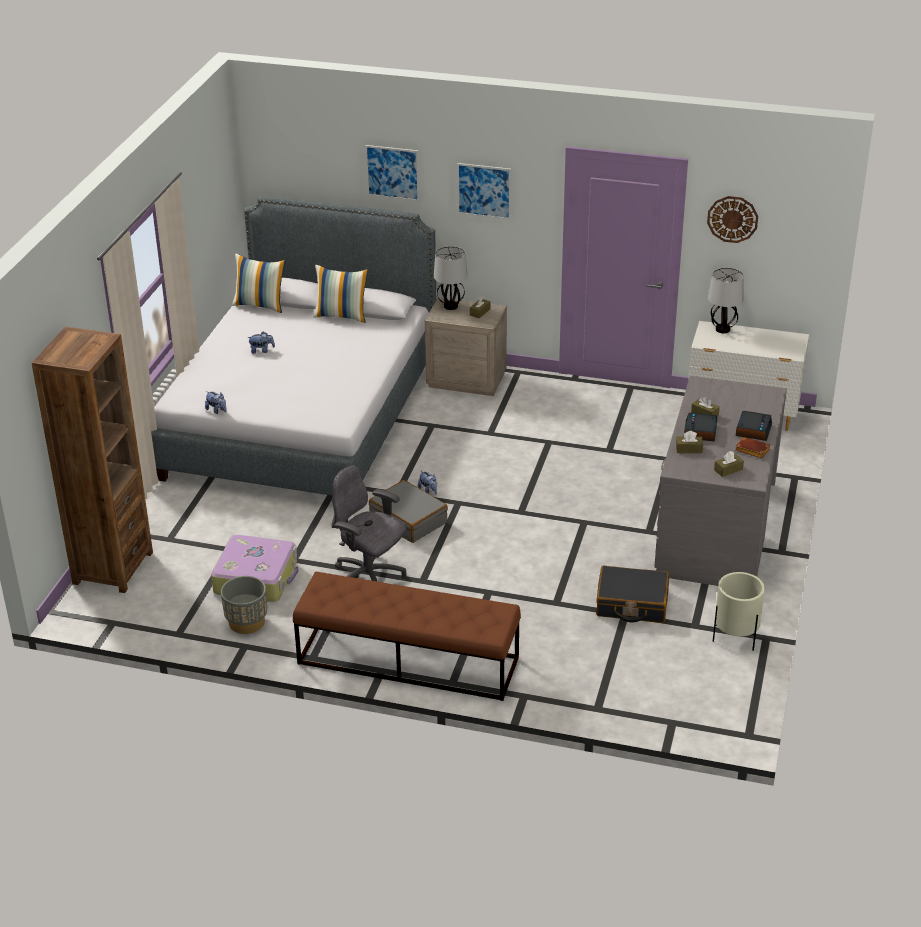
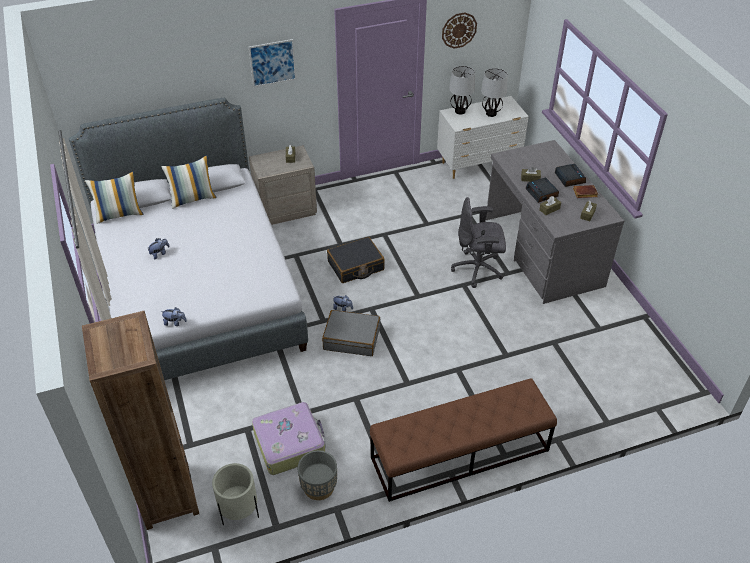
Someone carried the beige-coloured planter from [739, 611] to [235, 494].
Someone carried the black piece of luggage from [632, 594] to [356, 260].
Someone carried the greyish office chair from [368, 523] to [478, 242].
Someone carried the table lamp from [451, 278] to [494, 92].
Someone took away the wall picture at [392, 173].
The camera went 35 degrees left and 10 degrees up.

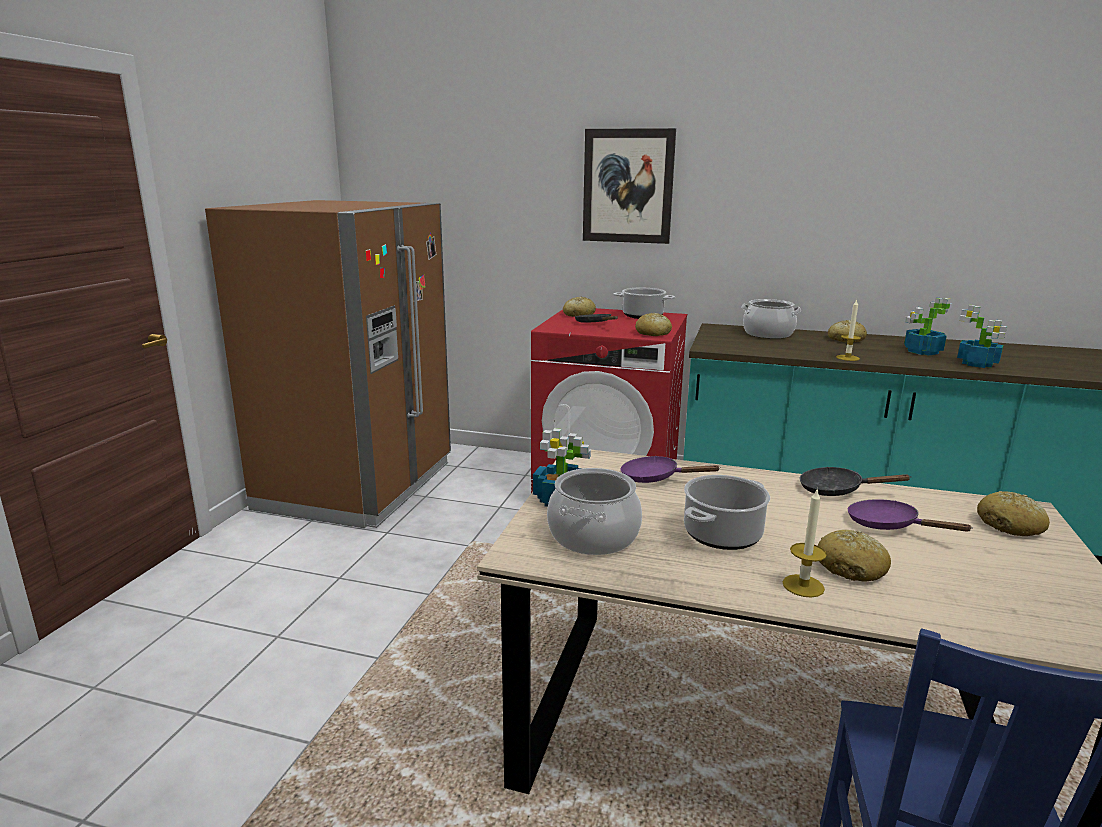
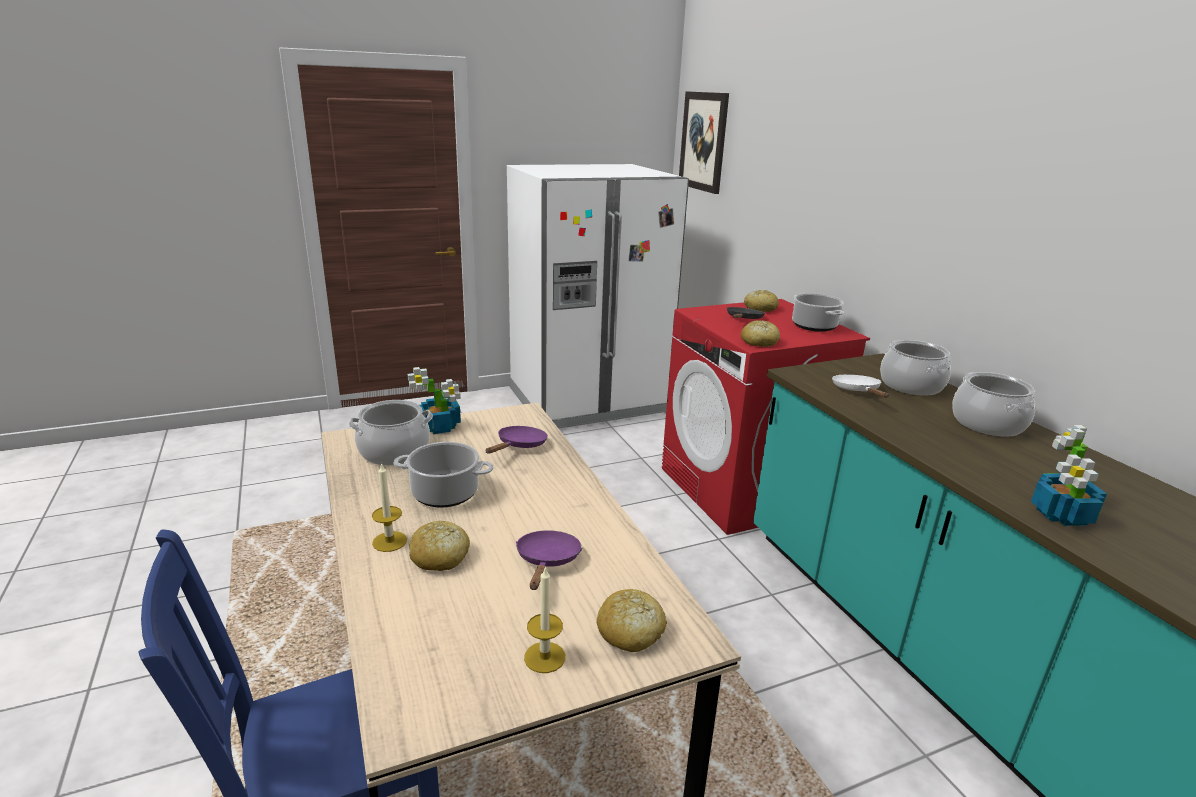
Someone rotated the purple-coloured frying pan at [671, 469] by 45 degrees clockwise.
Someone repainted the brownish refrigerator at [328, 364], which became the whitish refrigerator at [598, 296].
Someone carried the wax light from [848, 330] to [544, 620].
Someone carried the wall picture from [629, 186] to [704, 142].
Someone put down the whitish frying pan at [860, 386].
Someone swapped the bread at [847, 331] for the saucepot at [994, 404].
Someone took away the black frying pan at [855, 481].
Someone took away the potted plant at [928, 327].
The camera went 50 degrees right and 5 degrees up.

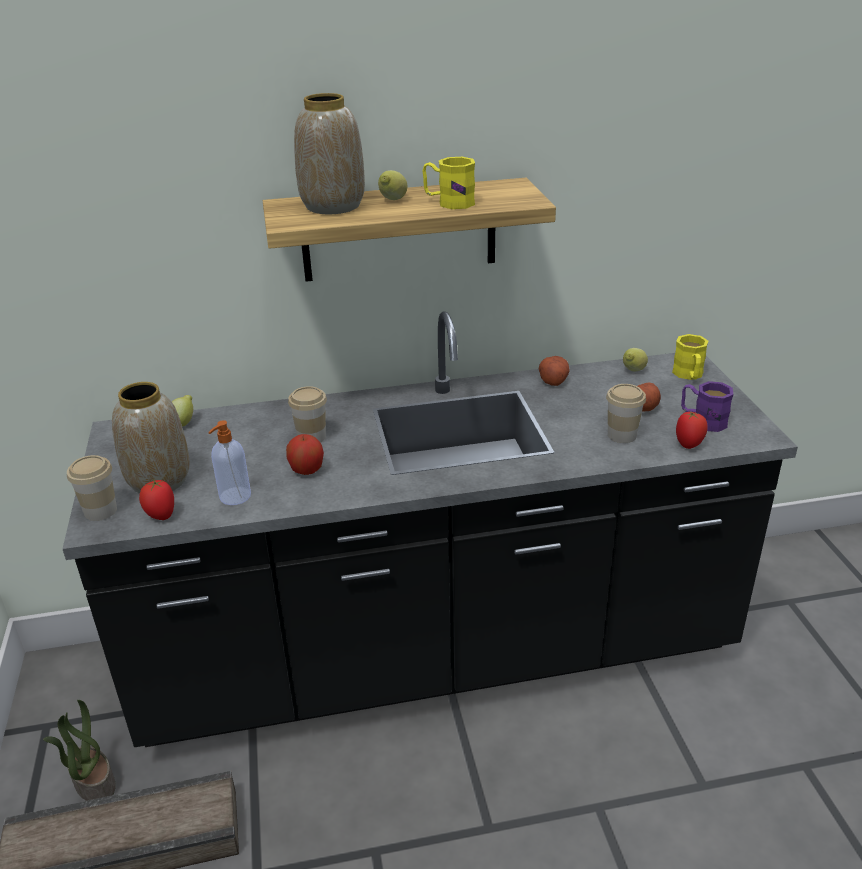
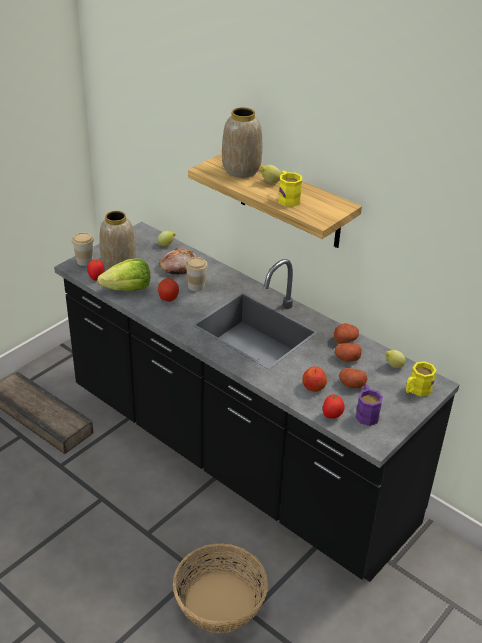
Someone swapped the liquid soap bottle at [229, 462] for the lettuce head at [123, 274].
Someone put down the bread at [178, 261].
Someone put down the storage basket at [220, 588].
Someone swapped the small cup at [626, 413] for the whole apple at [314, 379].
Someone put down the whole potato at [348, 352].
Someone took away the potted plant at [79, 750].
The camera went 50 degrees right and 5 degrees up.

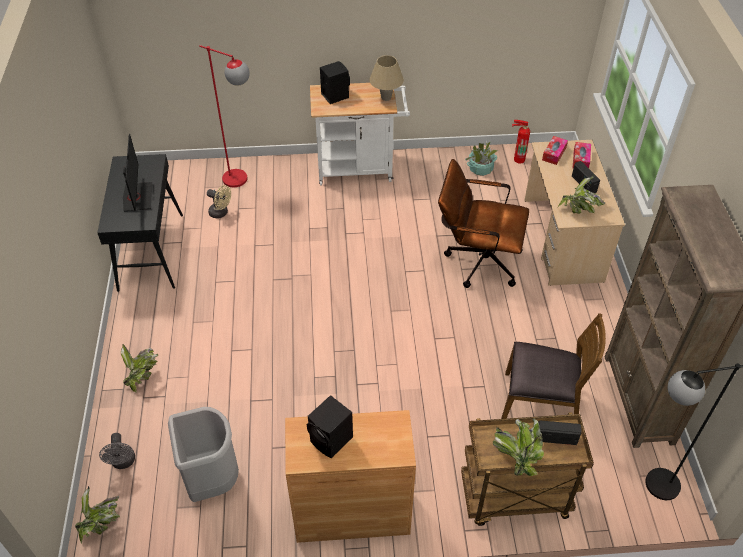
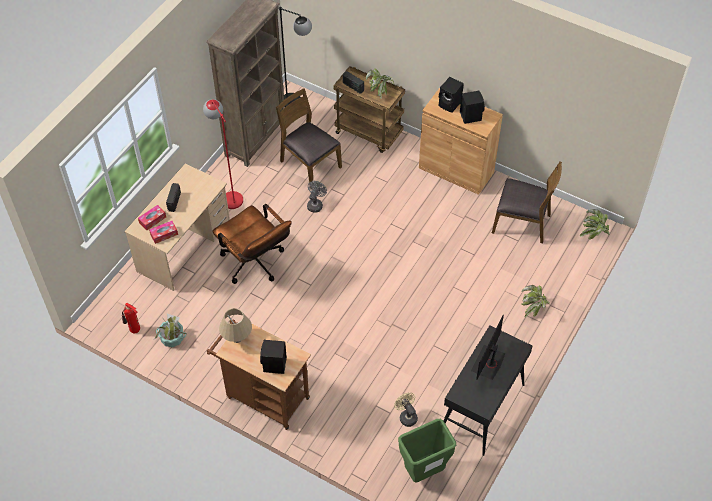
Someone carried the reddish standard lamp from [224, 116] to [223, 154].
Someone repainted the whitish wheeled cart at [360, 134], which became the brownish wheeled cart at [259, 374].
Someone carried the greyish fan from [117, 451] to [317, 197].
Someone put down the green-coloured trash can at [427, 451].
Someone put down the black loudspeaker at [451, 95].
Someone swapped the greyish trash can at [203, 454] for the brownish chair at [527, 202].
Someone took away the potted plant at [581, 194].
The camera went 145 degrees left and 5 degrees up.

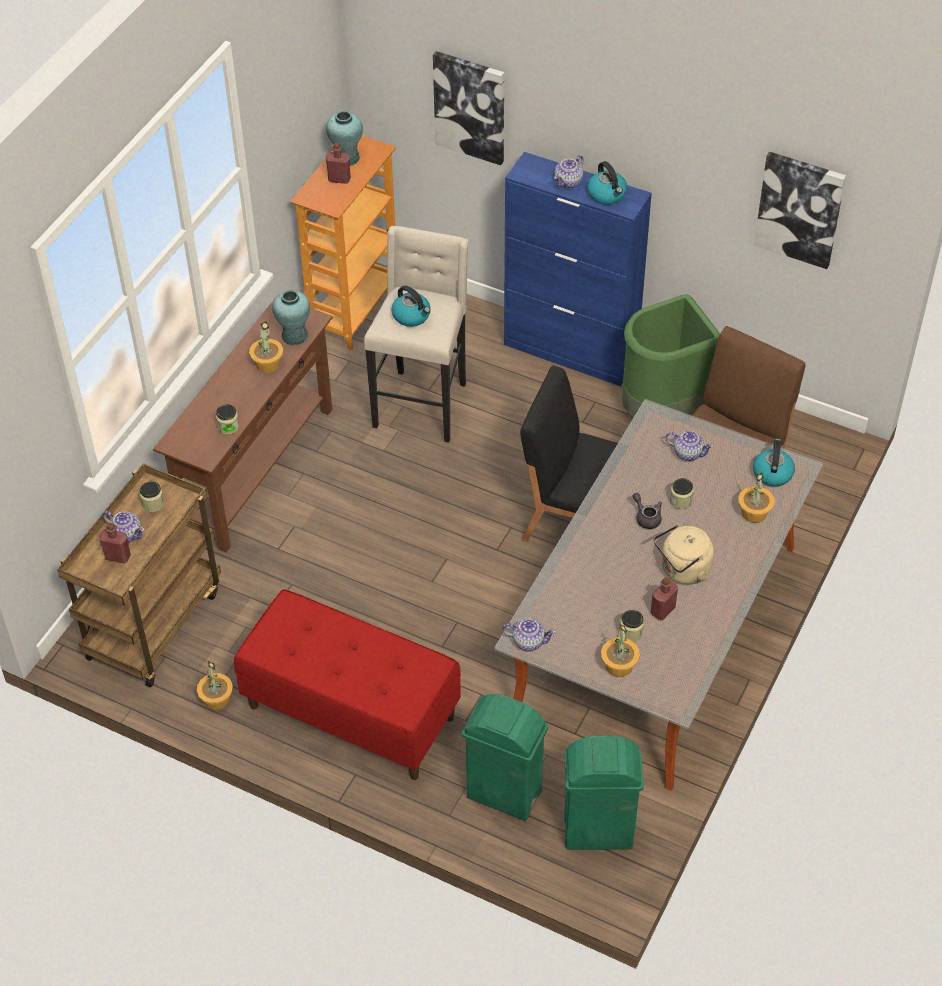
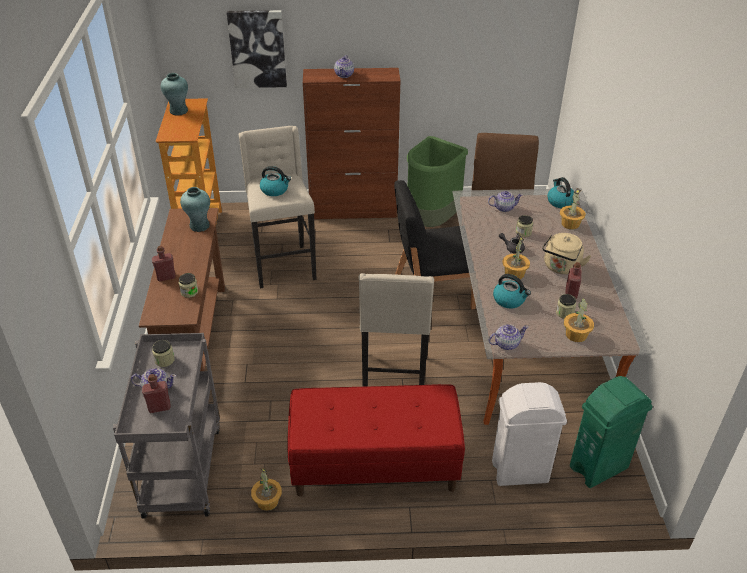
Someone repainted the brownish wheeled cart at [139, 575], which became the greyish wheeled cart at [166, 426].
Someone carried the reddish beverage bottle from [338, 163] to [164, 263].
Someone repainted the blue storage cabinet at [578, 269], which became the brownish storage cabinet at [352, 143].
Someone put down the beige-coloured sitting stool at [396, 330].
Someone repainted the green-coloured trash can at [505, 757], which became the whitish trash can at [529, 434].
Someone carried the tea kettle from [607, 183] to [512, 291].
Someone carried the potted plant from [266, 347] to [516, 257].
Someone took away the wall picture at [800, 210].
The camera went 30 degrees left and 10 degrees down.

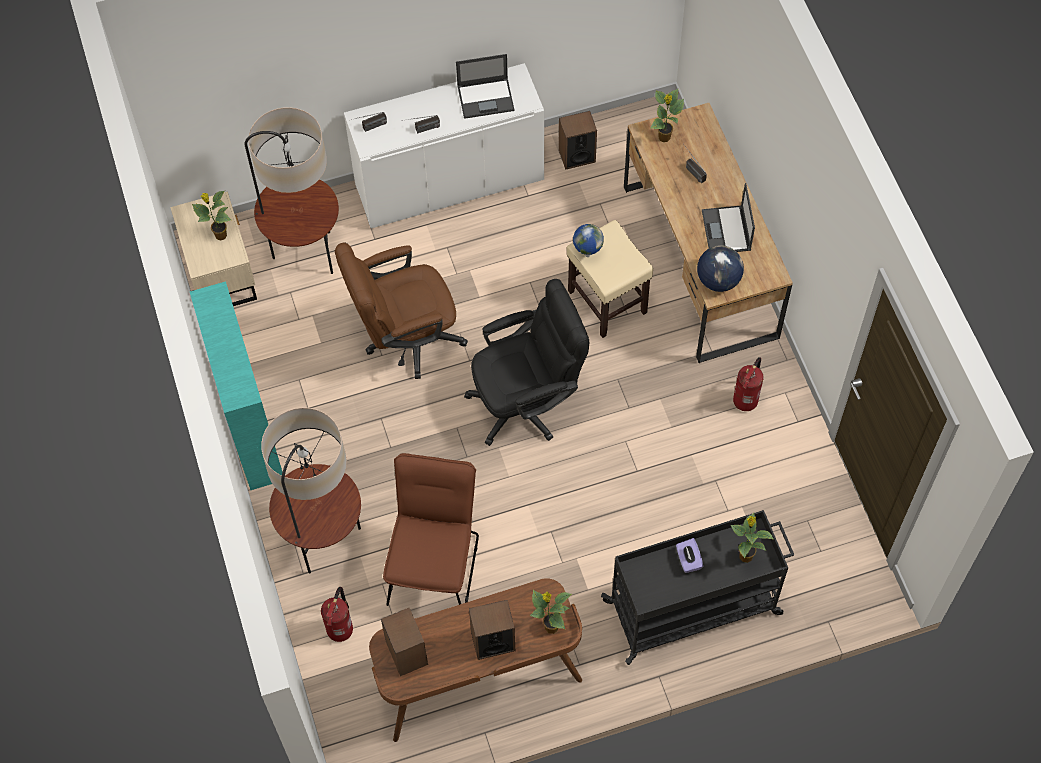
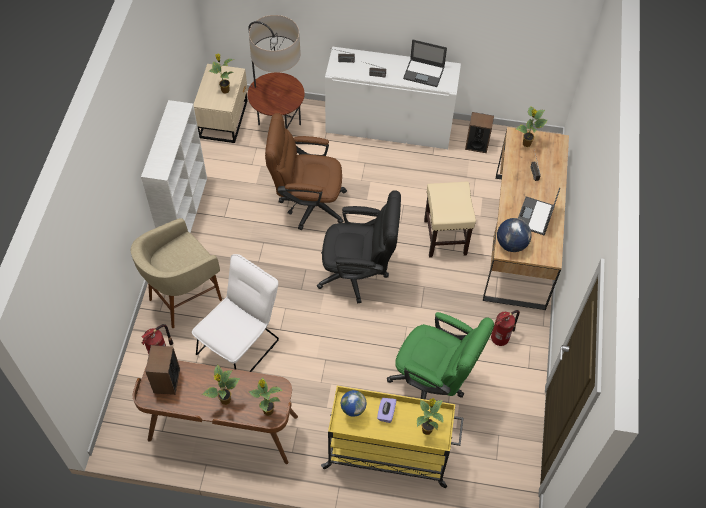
Someone swapped the standard lamp at [311, 490] for the beige-coloured sitting stool at [176, 273].
Someone repainted the blue-green shelving unit at [236, 385], which became the whitish shelving unit at [174, 166].
Someone repainted the brownish chair at [431, 529], which became the whitish chair at [235, 313].
Someone swapped the loudspeaker at [492, 630] for the potted plant at [221, 384].
Someone repainted the black wheeled cart at [697, 587], which became the yellow wheeled cart at [392, 437].
Someone carried the world globe from [588, 240] to [353, 403].
Someone put down the green-coloured office chair at [440, 356].
The camera went 25 degrees right and 5 degrees down.

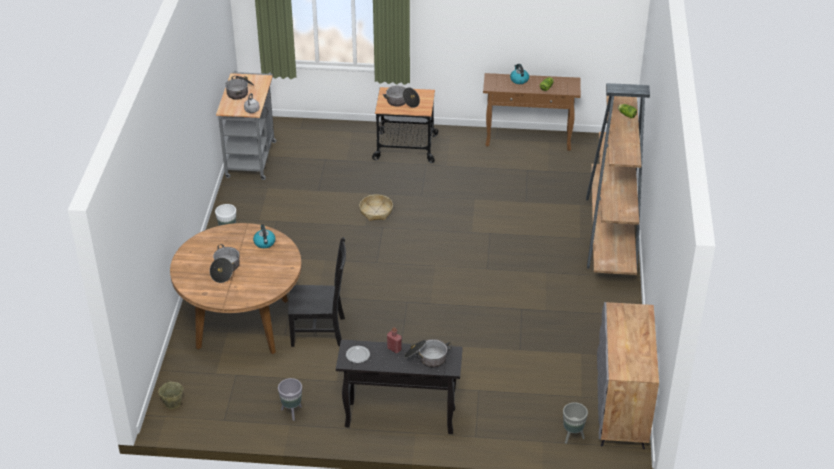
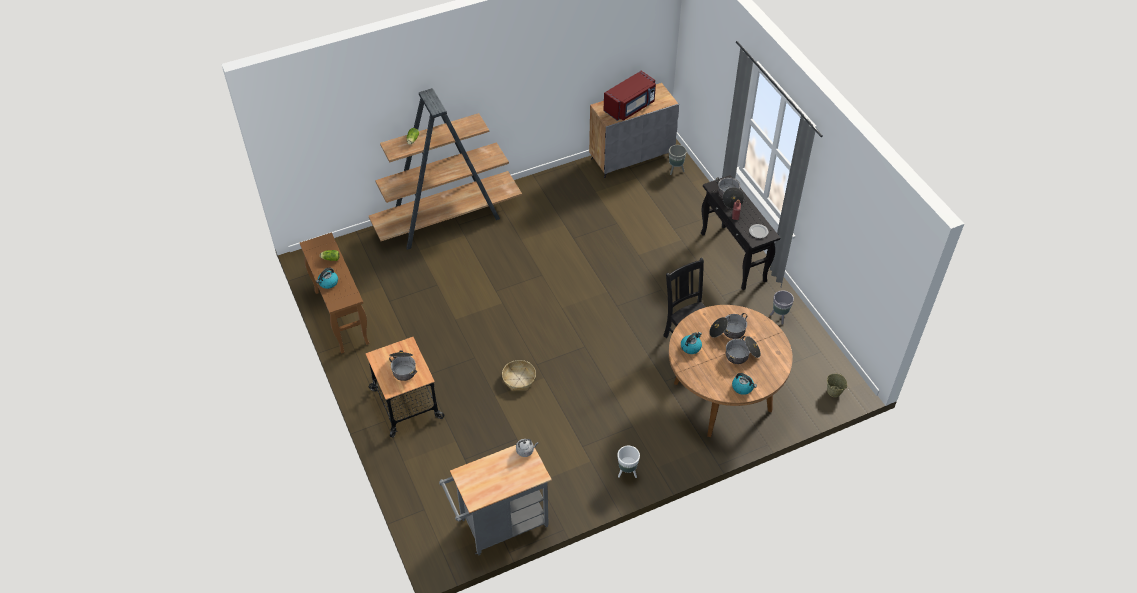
Someone put down the reddish kitchen microwave at [630, 96].
Someone carried the saucepot from [239, 88] to [728, 326].
Someone put down the tea kettle at [744, 384].
The camera went 120 degrees left and 10 degrees up.

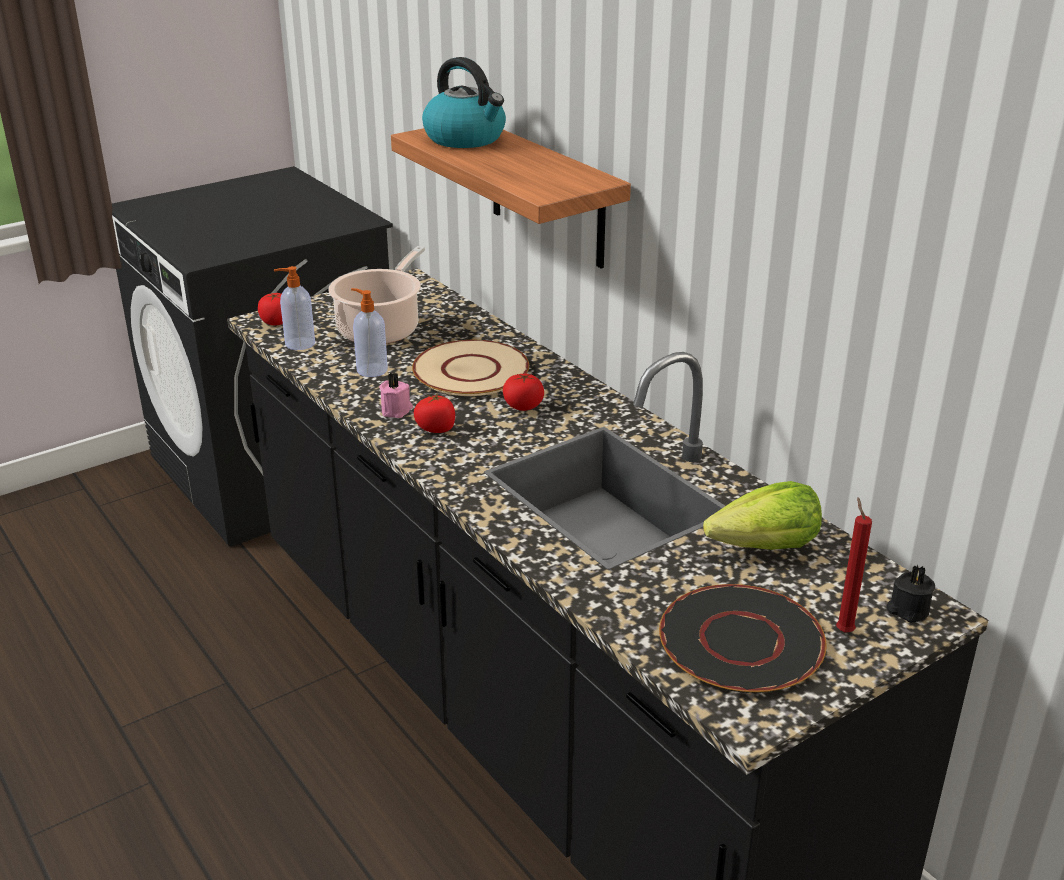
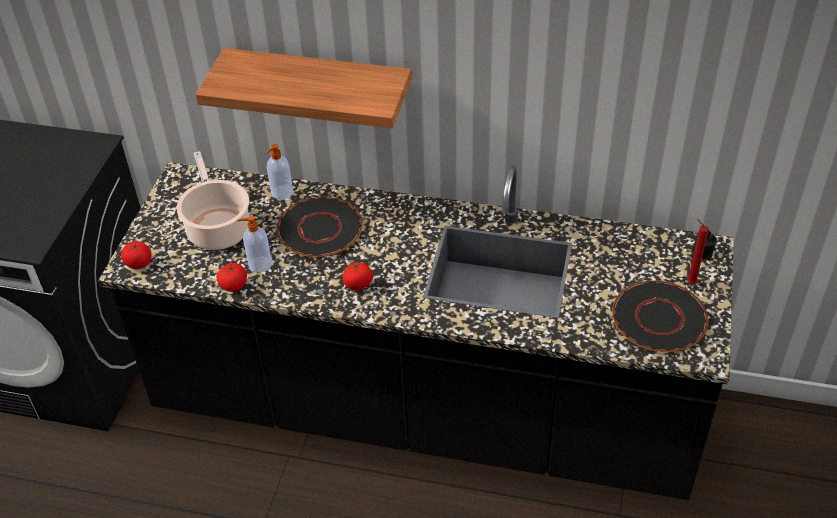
Someone carried the whole tomato from [523, 392] to [232, 277].
Someone carried the liquid soap bottle from [294, 308] to [279, 172].
Someone repainted the beige-coloured dinner plate at [470, 368], which became the black dinner plate at [319, 227].
Someone took away the pink-coloured wax light at [396, 395].
Someone took away the tea kettle at [464, 102].
Someone took away the lettuce head at [762, 515].
The camera went 40 degrees left and 15 degrees up.

